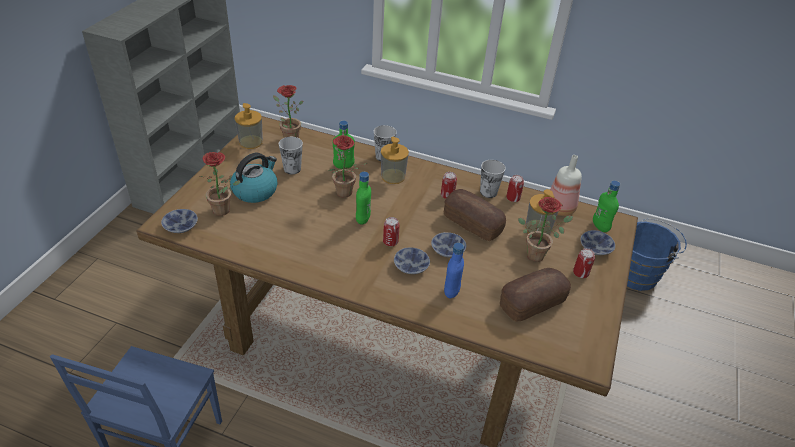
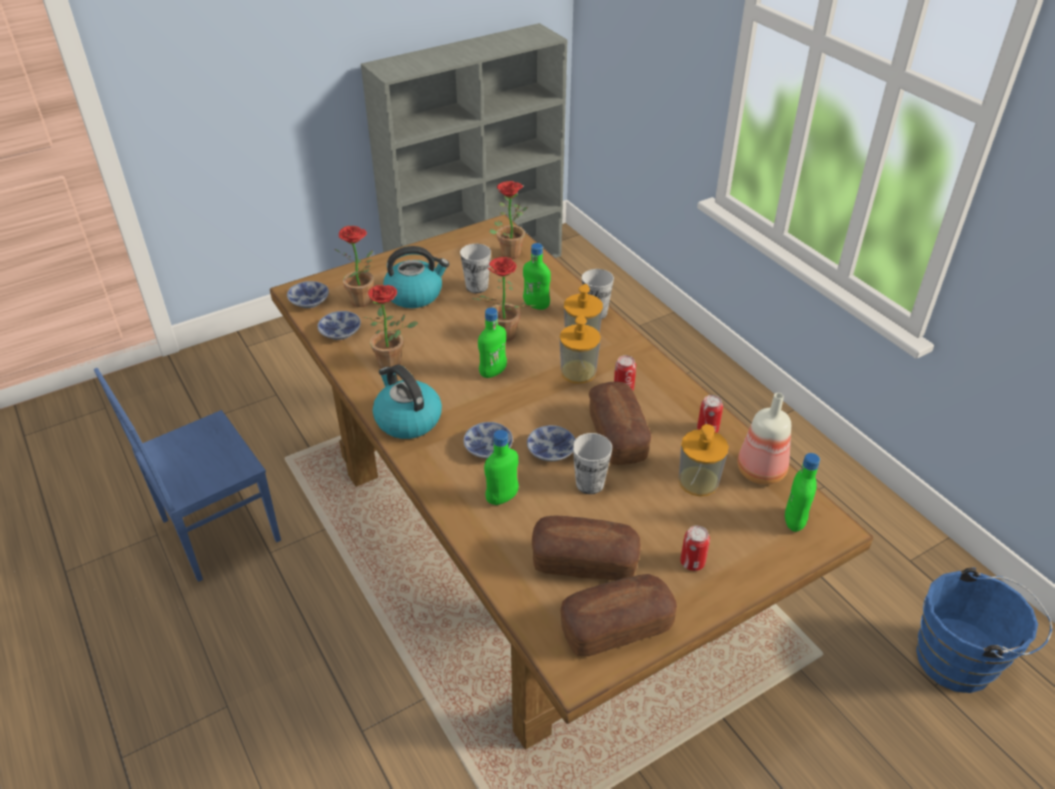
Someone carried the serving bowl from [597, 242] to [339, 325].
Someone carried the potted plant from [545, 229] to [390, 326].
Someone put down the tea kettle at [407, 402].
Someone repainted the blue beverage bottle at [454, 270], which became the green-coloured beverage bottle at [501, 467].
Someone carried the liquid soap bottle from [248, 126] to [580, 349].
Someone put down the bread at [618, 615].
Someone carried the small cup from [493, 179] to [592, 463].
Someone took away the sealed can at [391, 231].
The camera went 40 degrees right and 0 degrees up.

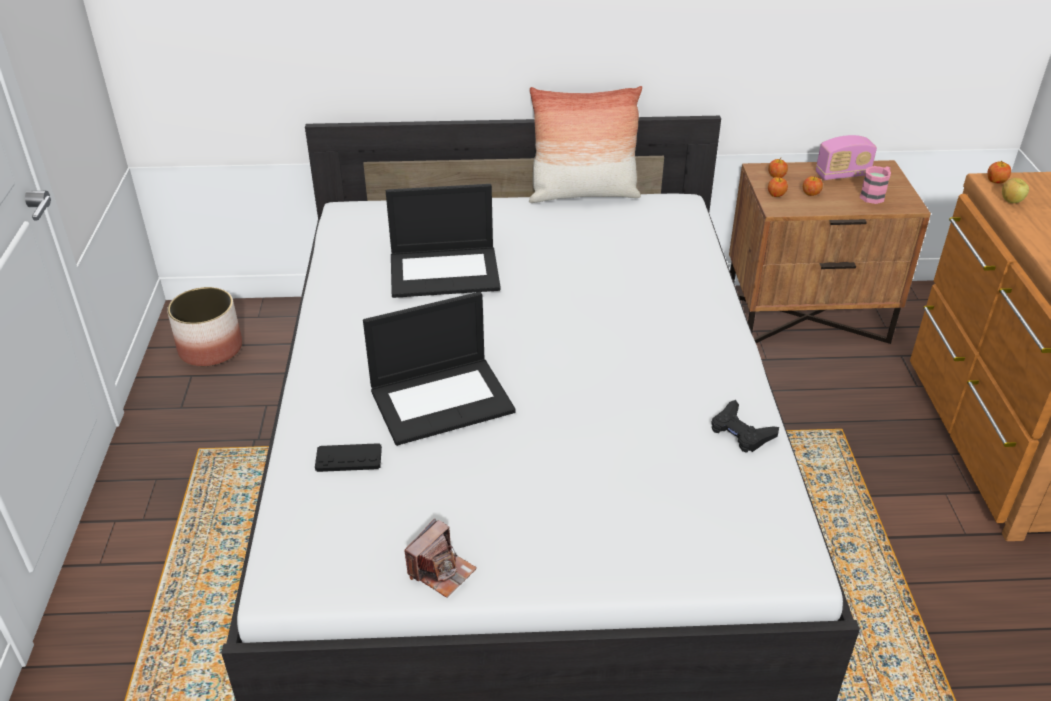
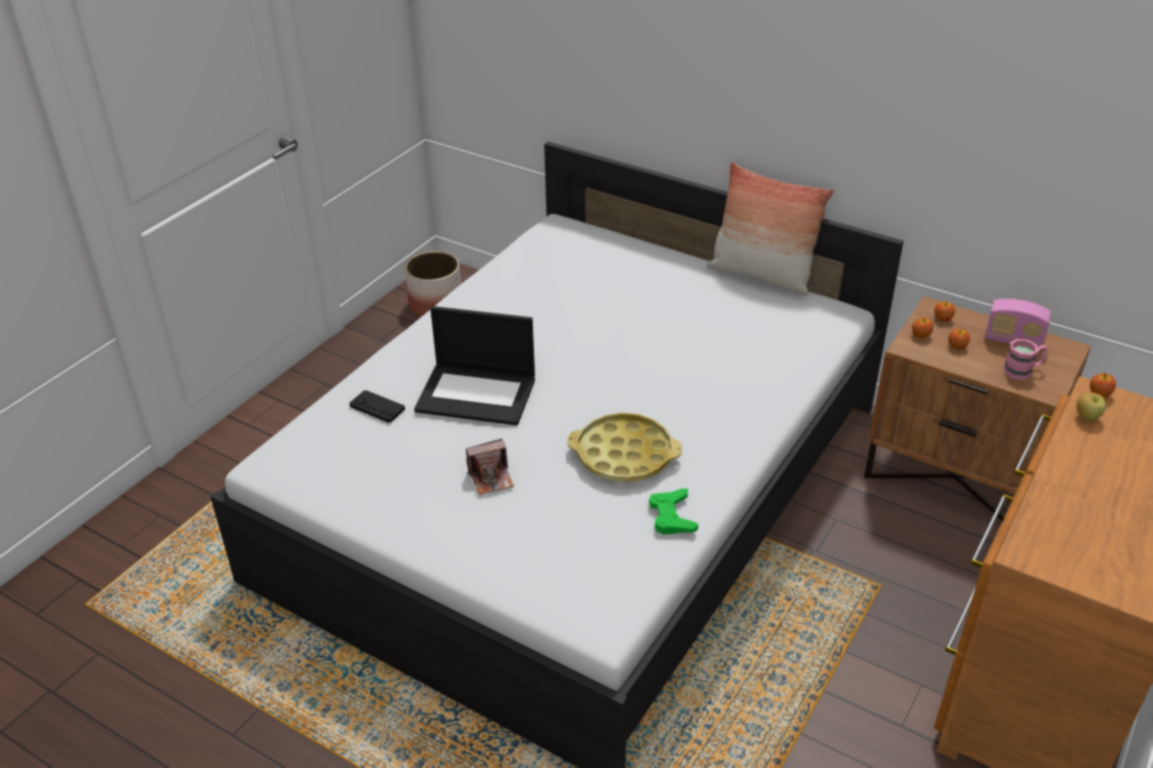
Someone carried the still camera from [440, 558] to [490, 467].
Someone put down the yellow carrying tray at [625, 447].
Someone repainted the black gamepad at [745, 426], which became the green-coloured gamepad at [673, 512].
Someone took away the notebook computer at [443, 241].
The camera went 35 degrees right and 0 degrees up.

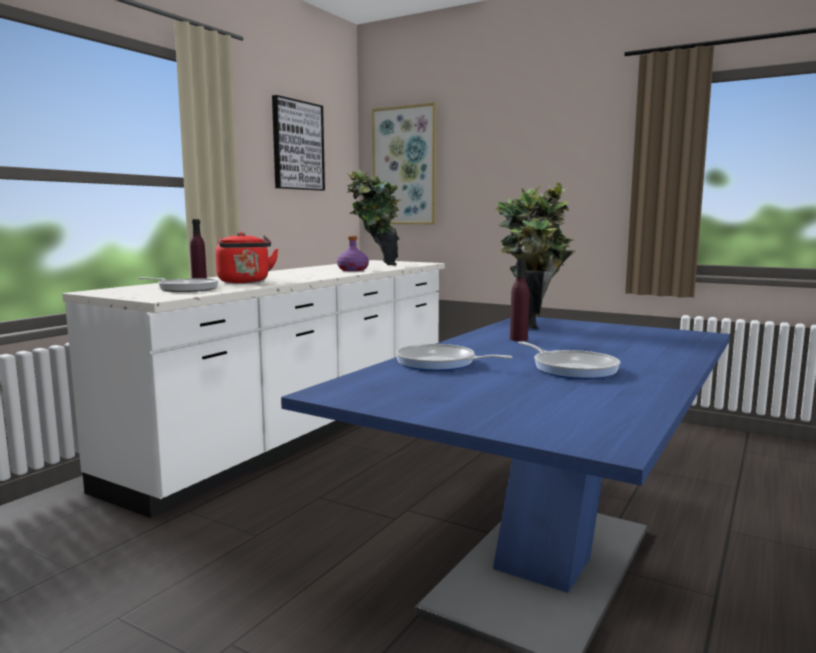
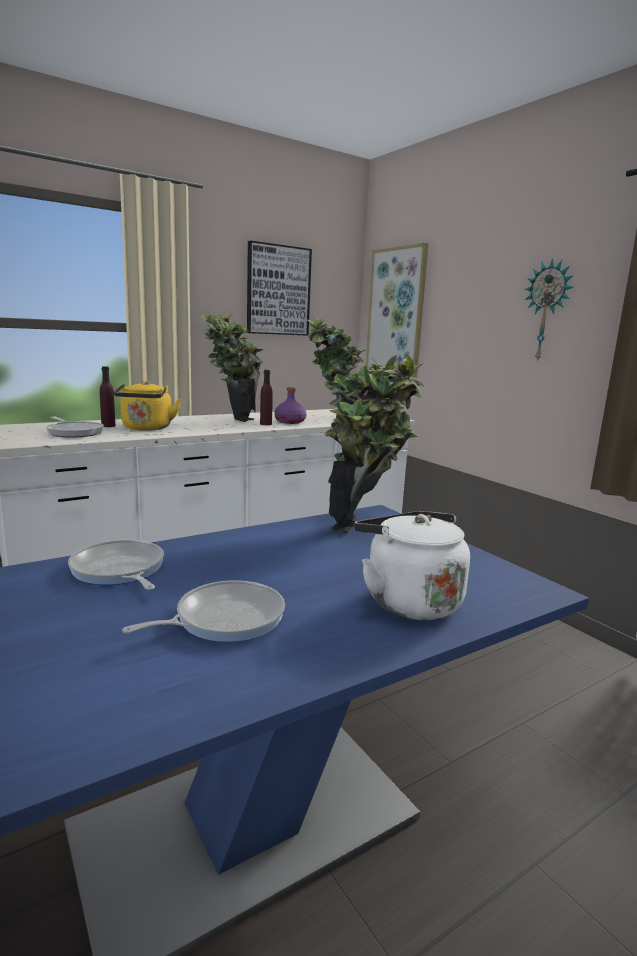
Someone repainted the reddish tea kettle at [247, 257], which became the yellow tea kettle at [147, 406].
Someone rotated the frying pan at [569, 360] by 120 degrees counterclockwise.
Someone put down the potted plant at [232, 367].
Someone carried the purple-coloured beverage bottle from [519, 300] to [266, 397].
Someone put down the whitish tea kettle at [412, 565].
Someone put up the wall clock at [549, 310].
The camera went 25 degrees right and 5 degrees up.

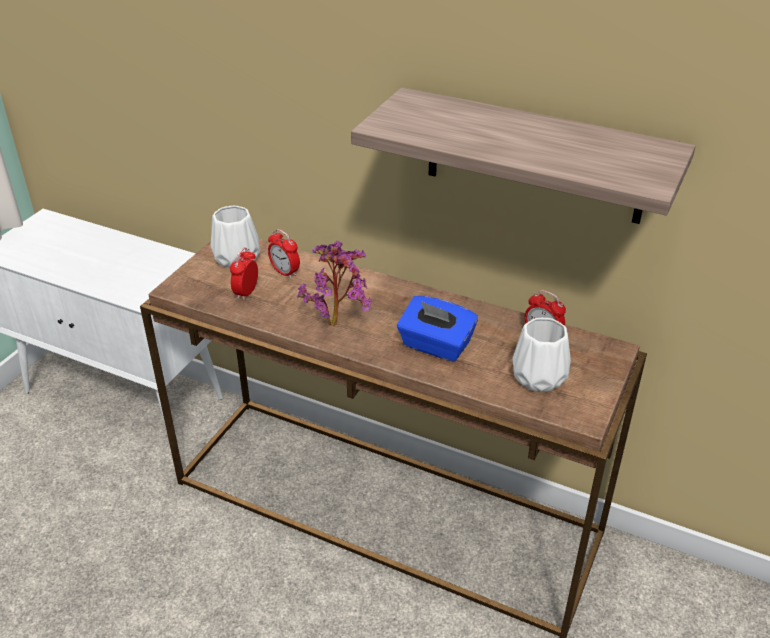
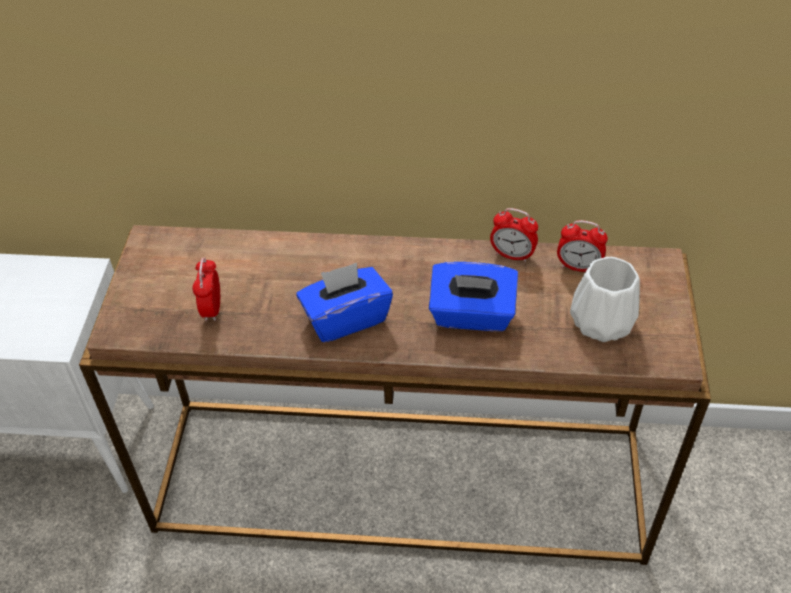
Someone swapped the potted plant at [335, 283] for the blue box of tissues at [344, 303].
Someone carried the alarm clock from [284, 254] to [514, 235].
Someone took away the whitish flower vase at [235, 237].
Someone took away the shelf at [523, 155].
The camera went 20 degrees left and 10 degrees up.

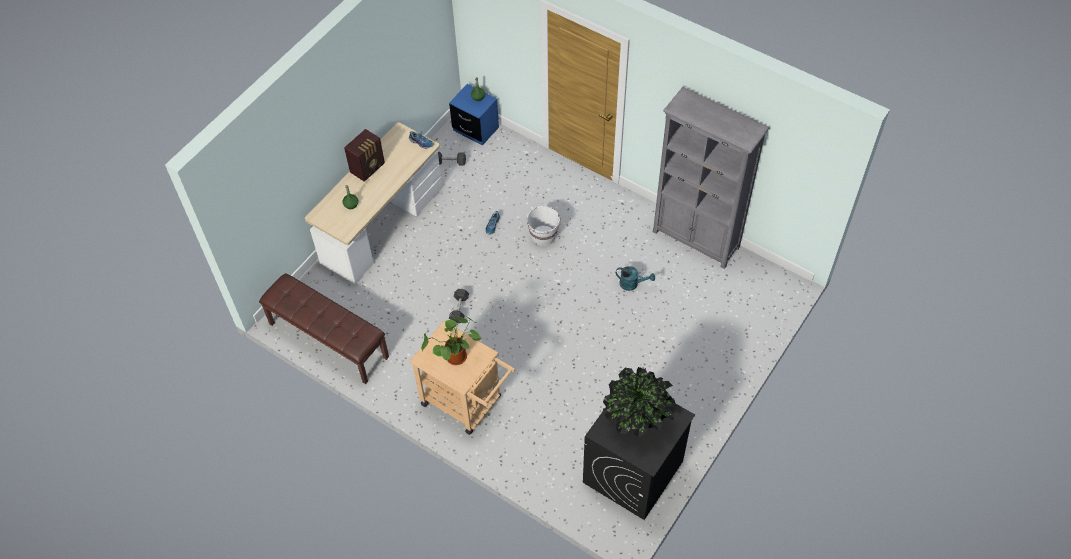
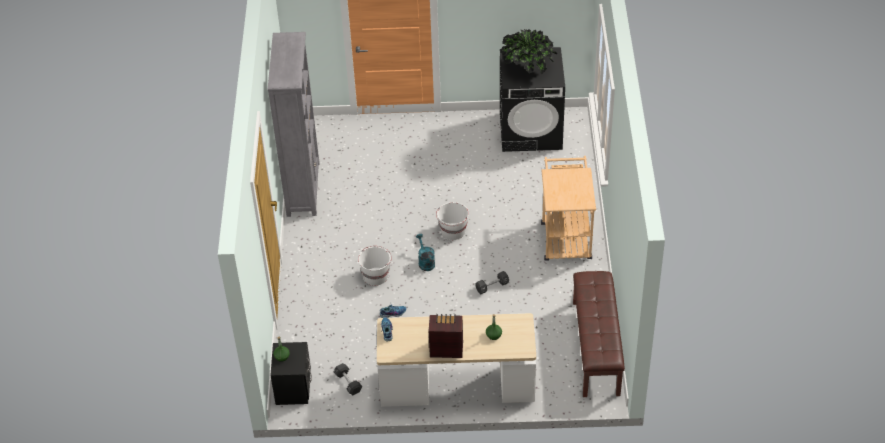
Someone repainted the blue night table at [474, 115], which became the black night table at [291, 373].
Someone carried the blue-green watering pot from [635, 278] to [425, 252].
Someone put down the whitish pail at [452, 221].
Someone took away the potted plant at [451, 341].
The camera went 125 degrees left and 10 degrees down.

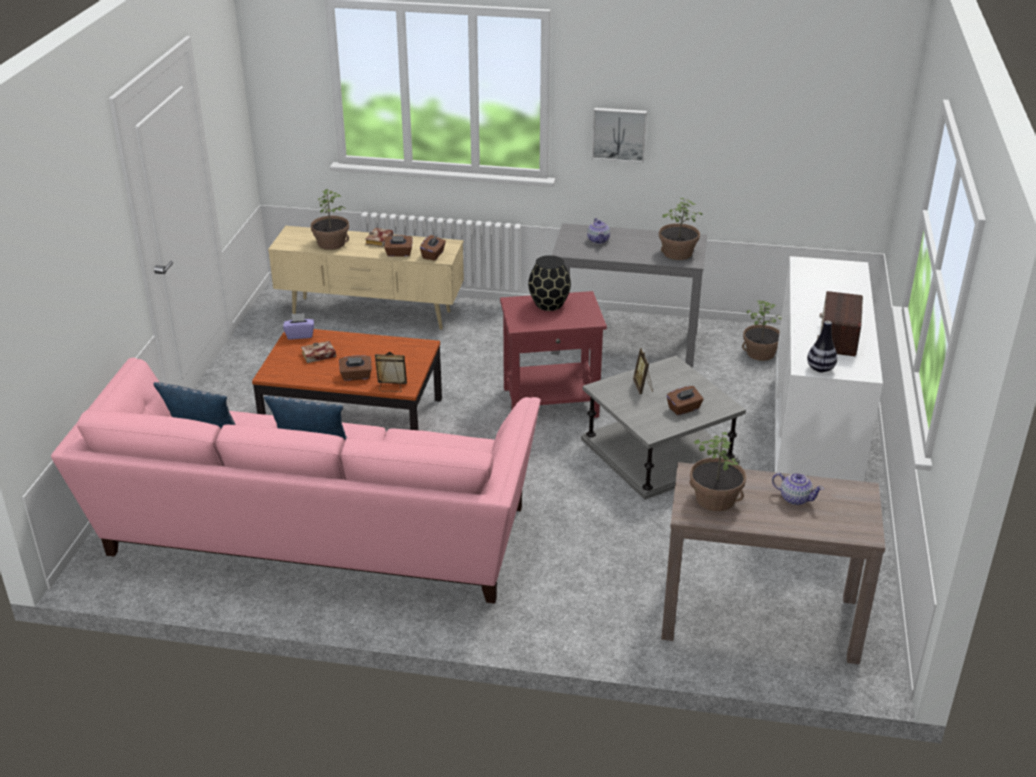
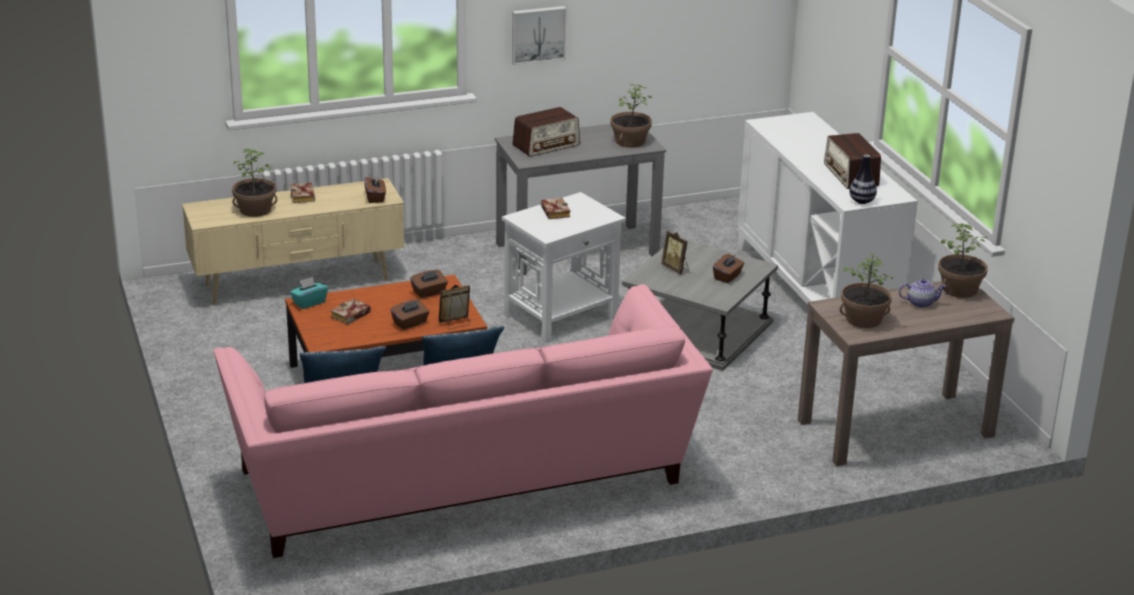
Someone repainted the purple-coloured box of tissues at [298, 326], which became the blue-green box of tissues at [309, 293].
Someone carried the brownish box of tissues from [398, 246] to [429, 284].
Someone repainted the reddish side table at [553, 354], which became the whitish side table at [564, 267].
Someone swapped the teapot at [598, 231] for the radio set at [546, 132].
Someone swapped the black flower vase at [549, 283] for the volume at [555, 208].
Someone carried the potted plant from [761, 330] to [963, 260].
The camera went 30 degrees left and 5 degrees down.

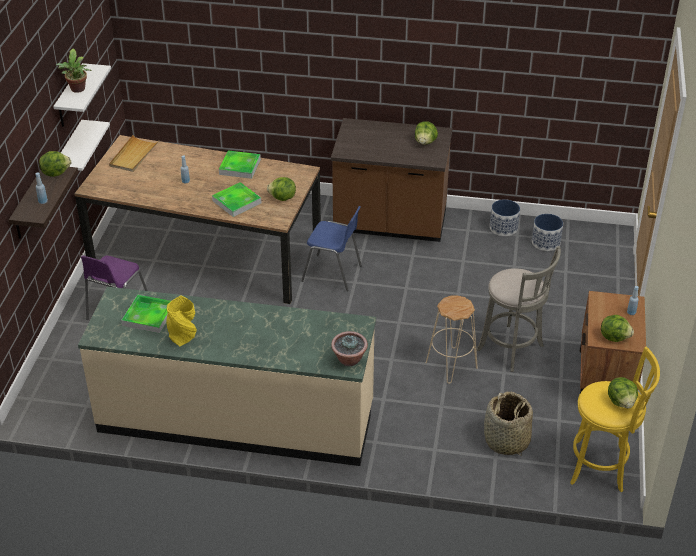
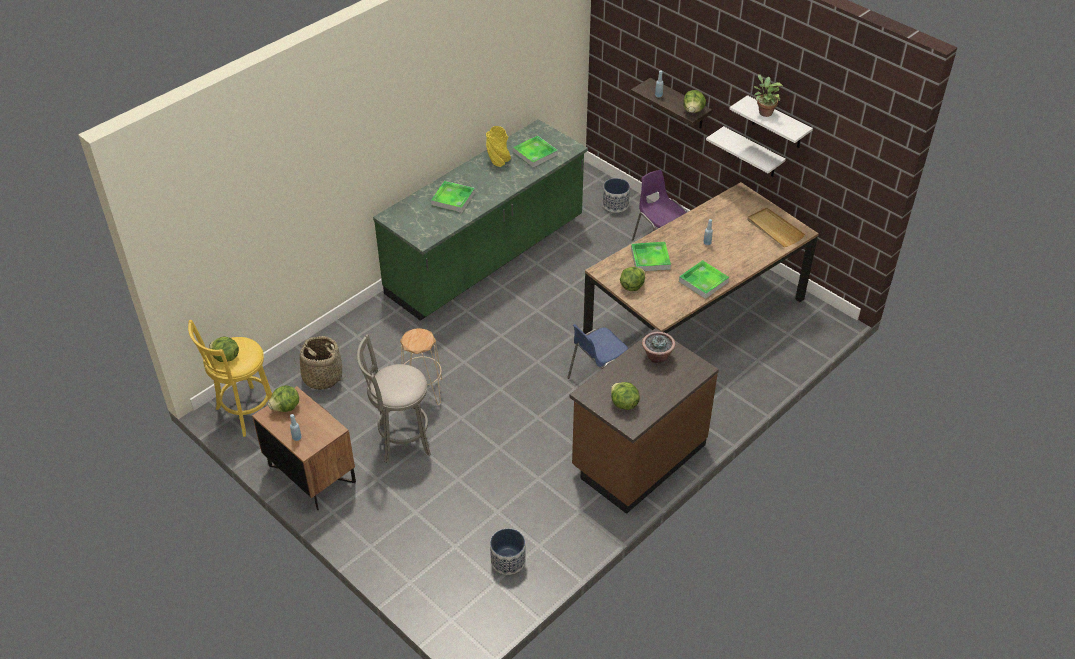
Someone repainted the beige-coloured counter at [227, 376], which became the green-coloured counter at [480, 220].
Someone put down the carrying tray at [453, 197].
Someone carried the planter from [505, 217] to [616, 195].
Someone carried the potted plant from [349, 348] to [658, 347].
The camera went 125 degrees right and 5 degrees up.

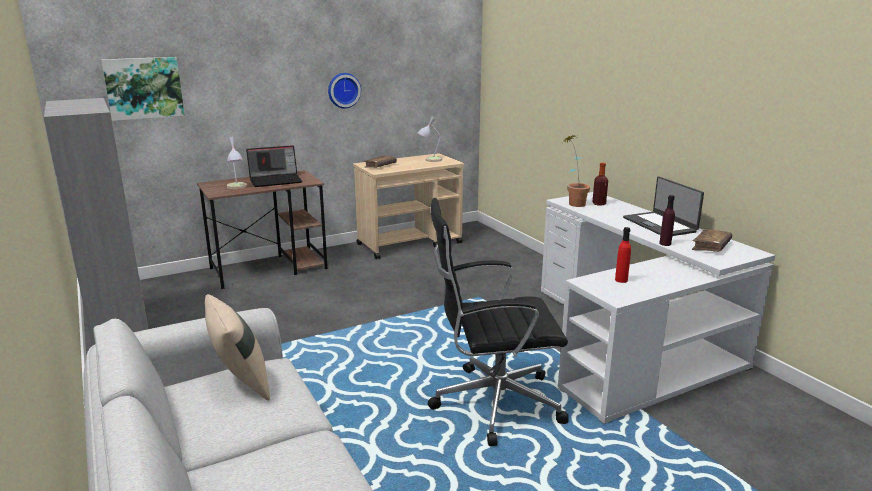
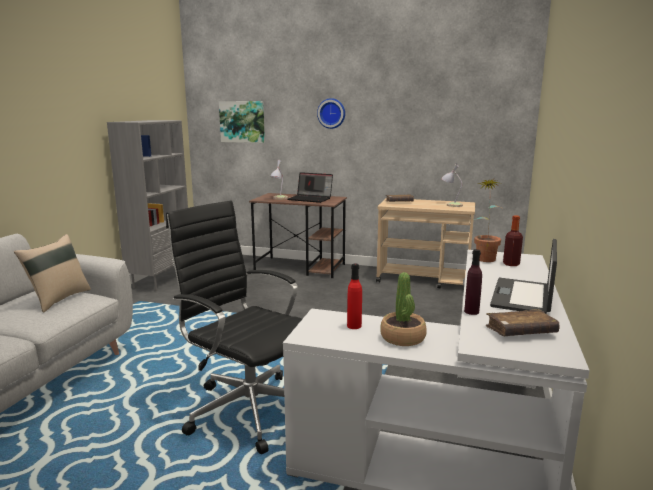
Someone carried the wall clock from [344, 91] to [331, 113].
Someone put down the potted plant at [403, 309].
The camera went 45 degrees right and 5 degrees down.

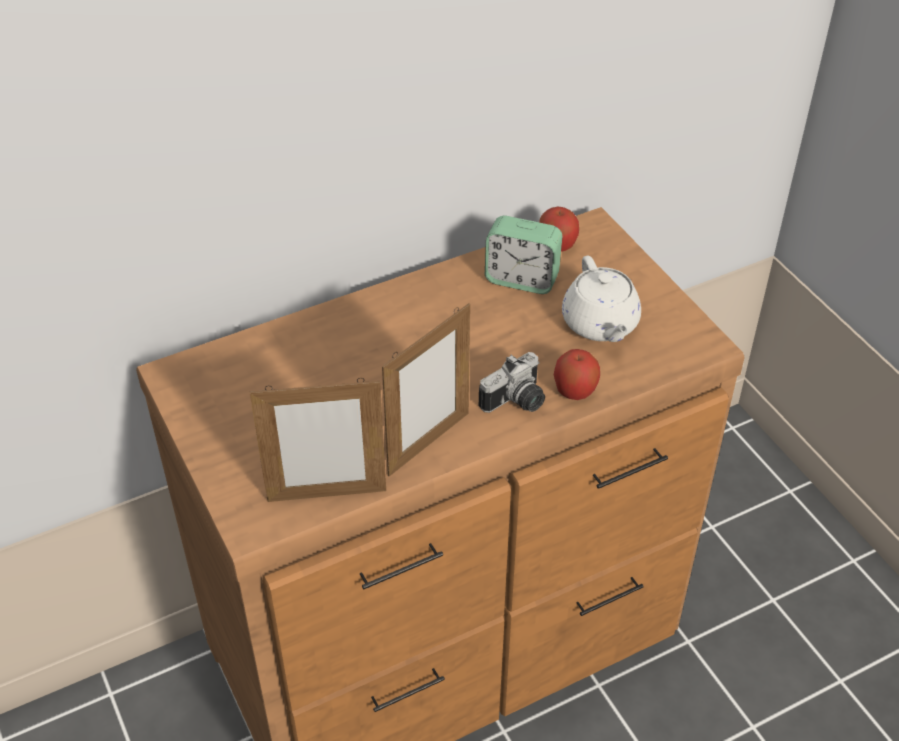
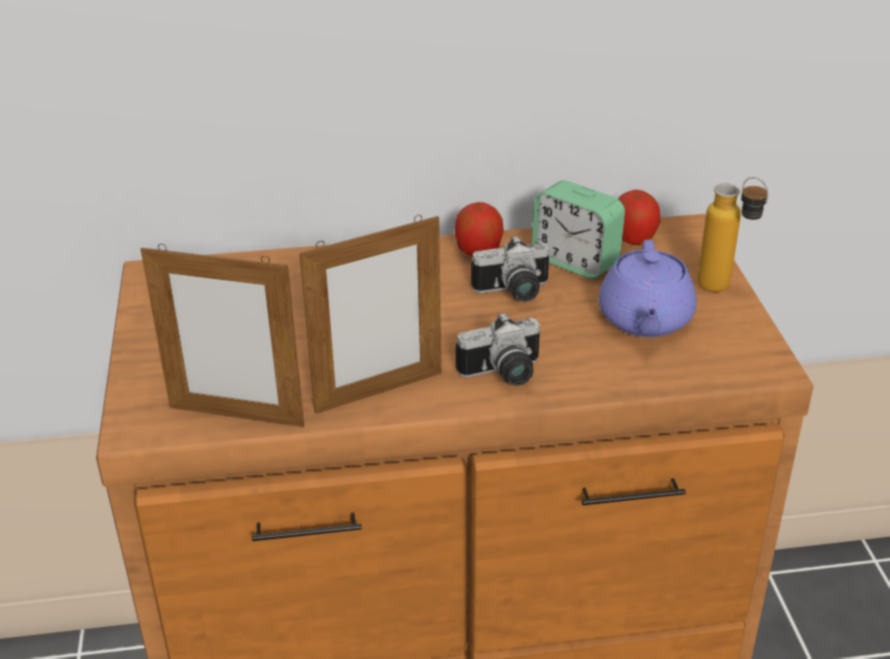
Someone carried the whole apple from [577, 374] to [479, 229].
Someone put down the still camera at [510, 268].
Someone repainted the whitish teapot at [601, 299], which became the purple-coloured teapot at [648, 288].
Someone put down the beverage bottle at [733, 234].
The camera went 20 degrees right and 10 degrees down.

